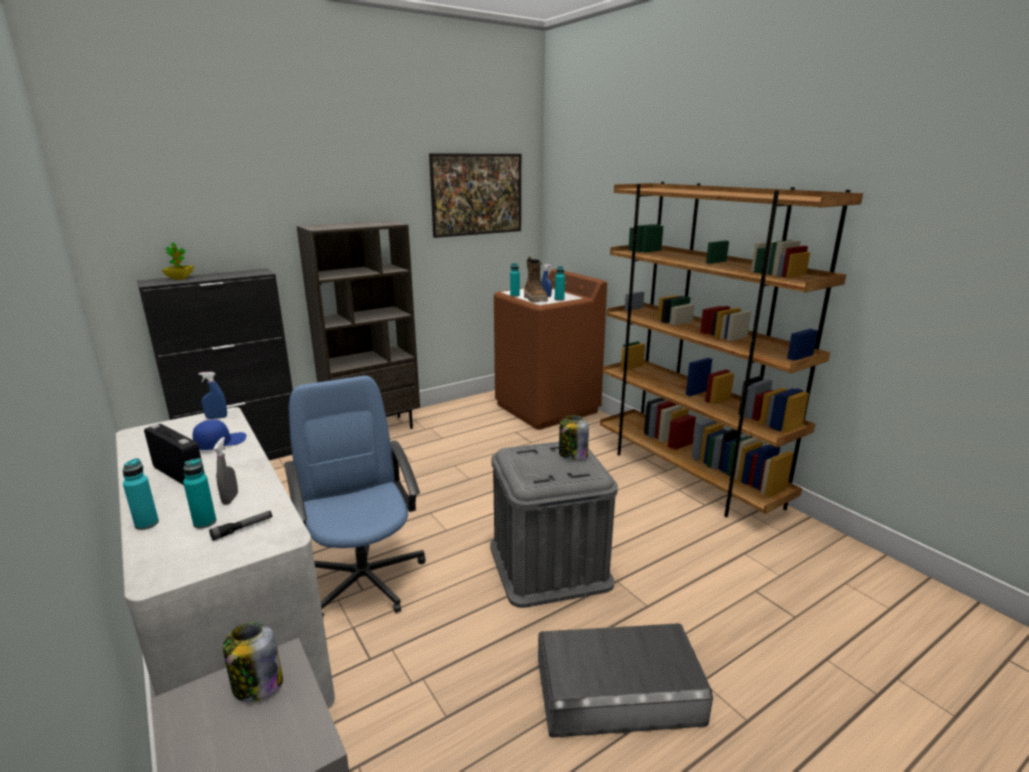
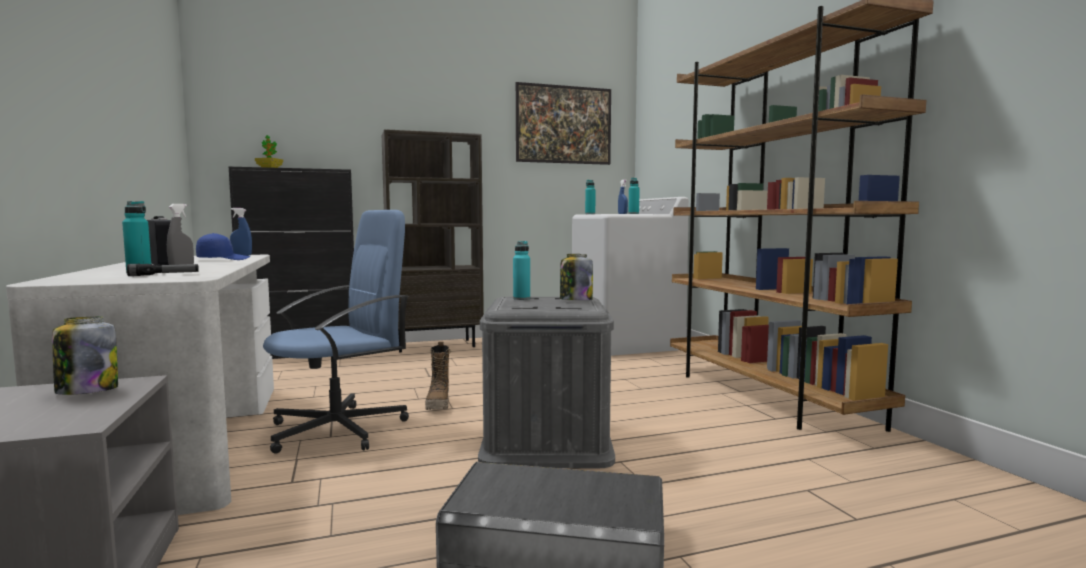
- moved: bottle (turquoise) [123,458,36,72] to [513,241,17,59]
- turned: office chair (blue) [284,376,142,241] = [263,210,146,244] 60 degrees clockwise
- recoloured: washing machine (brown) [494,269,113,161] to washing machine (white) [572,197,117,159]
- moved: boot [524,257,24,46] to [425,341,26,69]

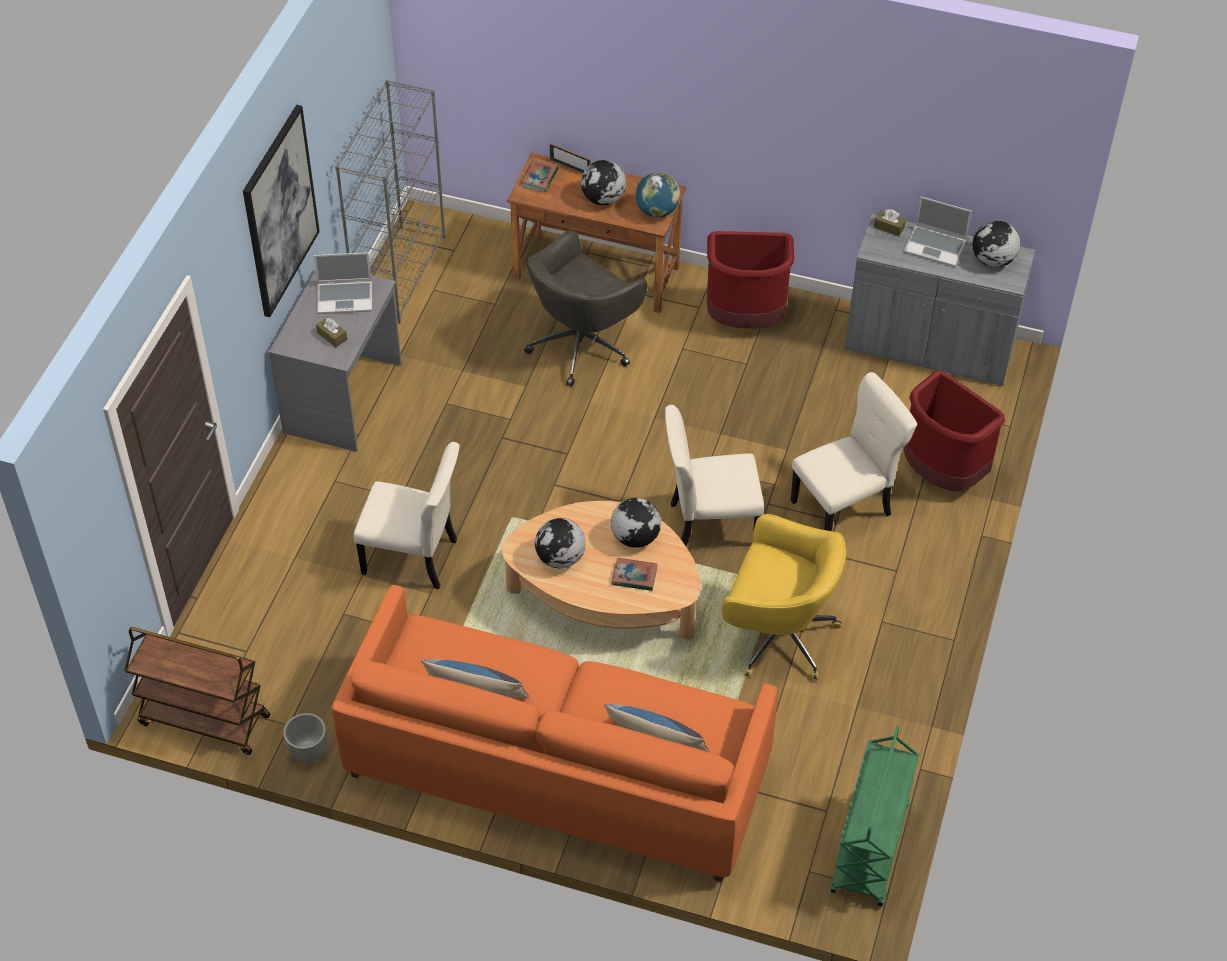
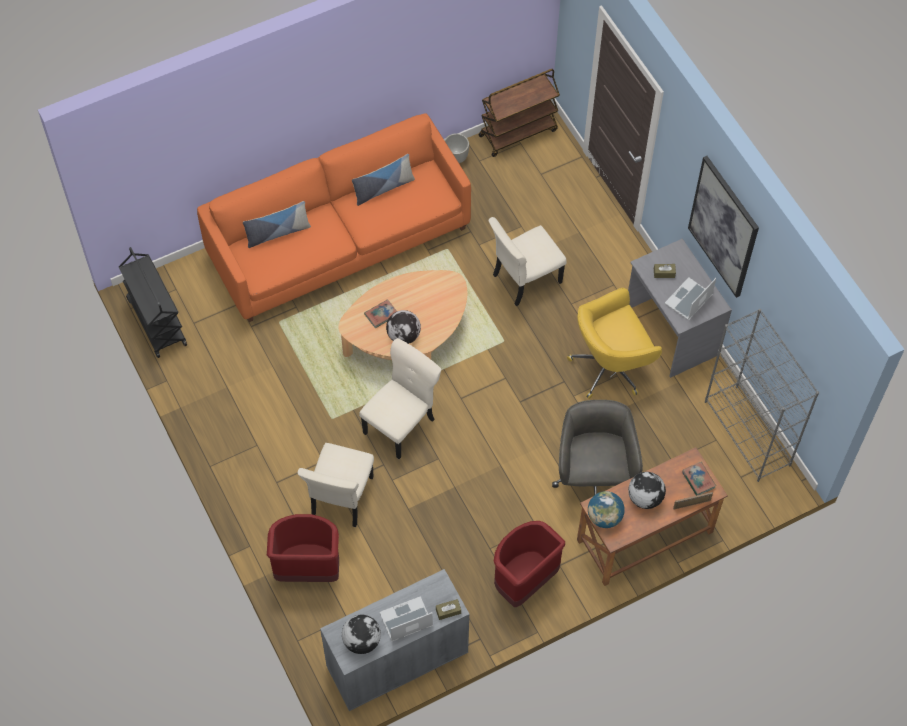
- removed: globe [535,518,51,50]
- moved: office chair (yellow) [722,514,124,166] to [567,288,95,111]
- recoloured: cart (green) [830,726,89,180] to cart (black) [119,247,68,111]

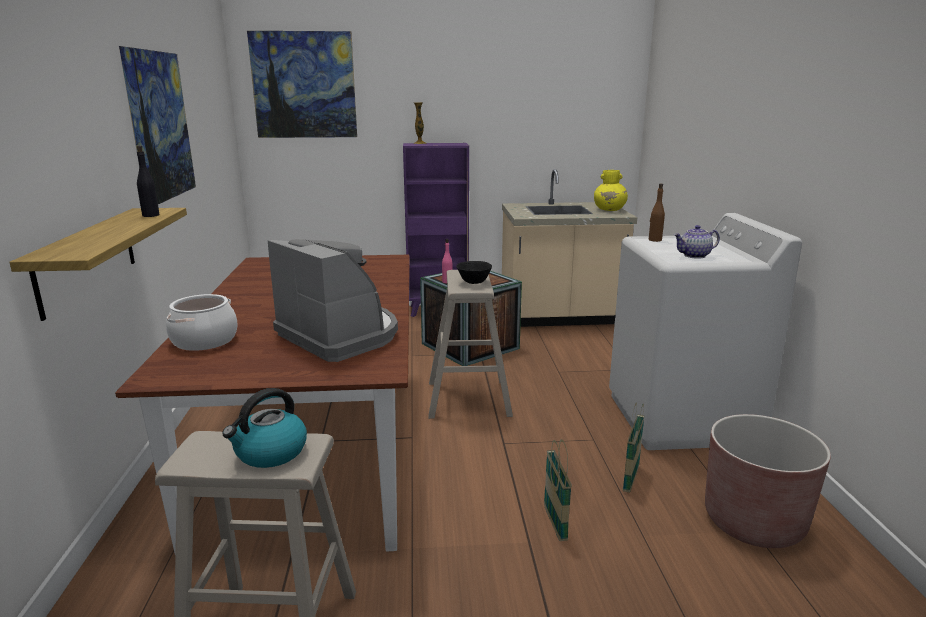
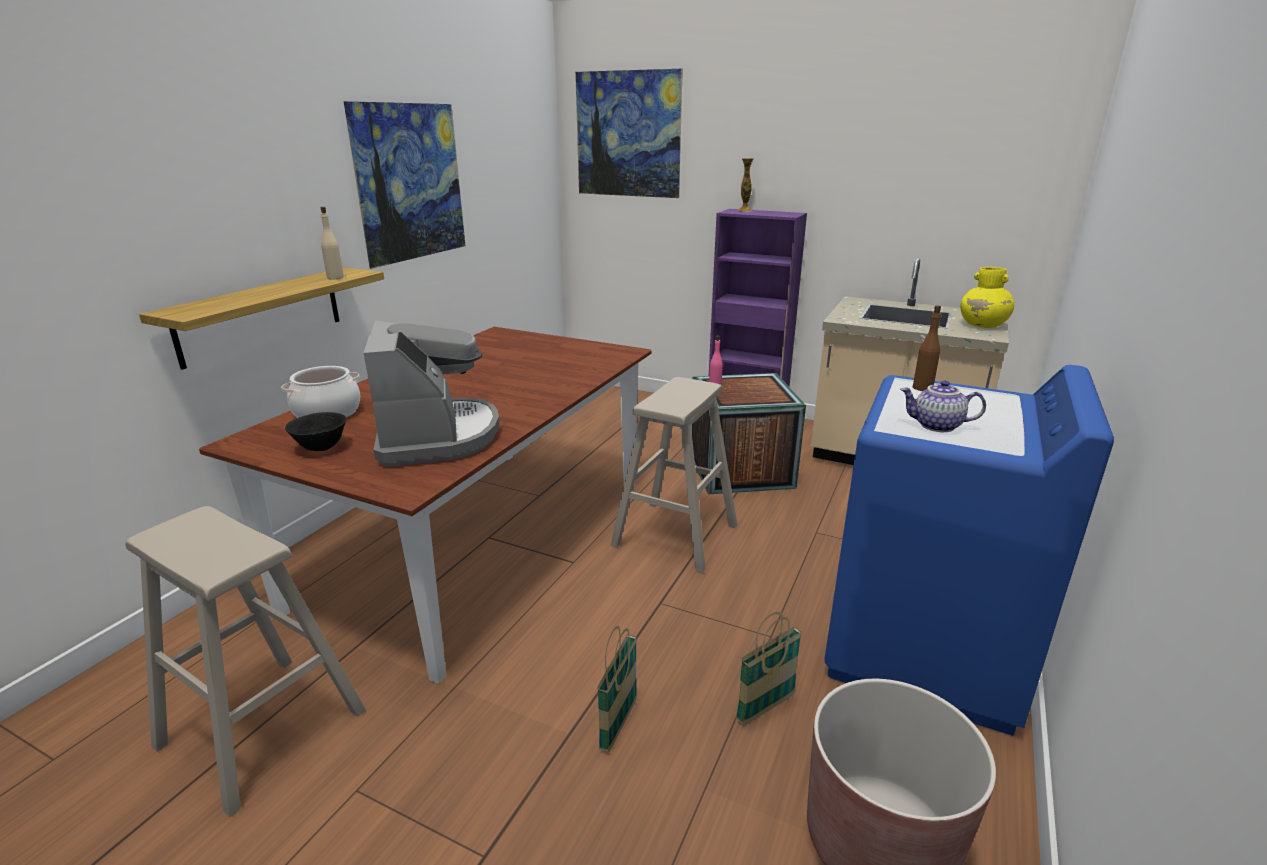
- recoloured: bottle (black) [137,145,23,72] to bottle (beige) [321,207,23,72]
- removed: kettle [222,388,85,80]
- moved: bowl (black) [456,261,36,23] to [285,412,61,39]
- recoloured: washing machine (white) [609,213,193,237] to washing machine (blue) [824,365,290,371]

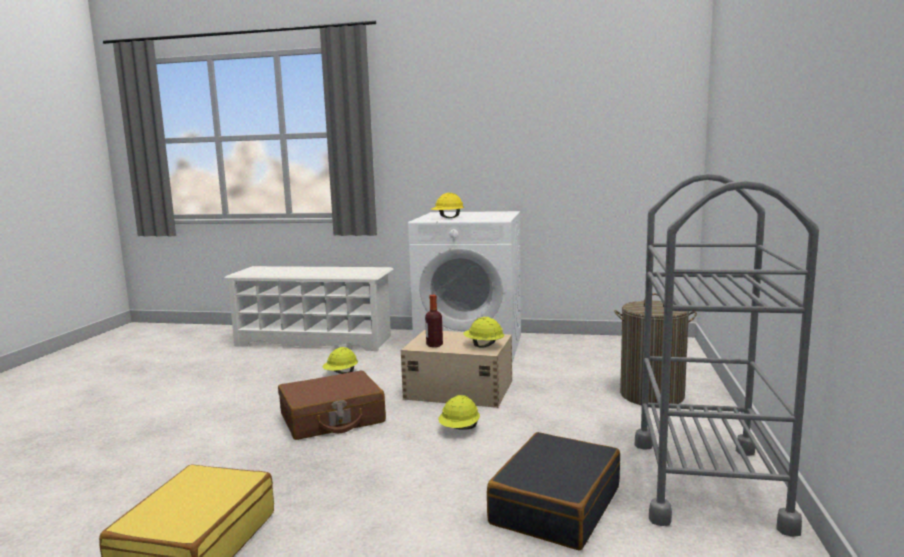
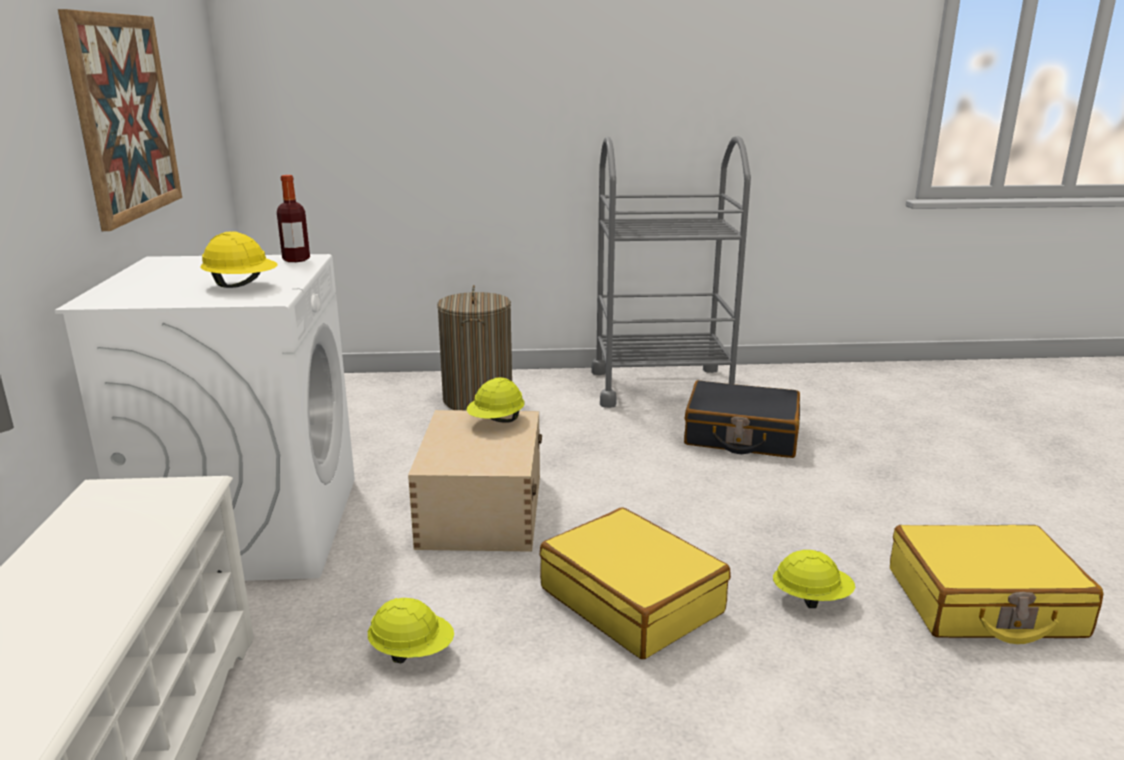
- recoloured: suitcase (brown) [278,371,108,69] to suitcase (yellow) [540,507,191,152]
- moved: bottle [425,295,18,52] to [277,175,33,87]
- moved: hard hat (yellow) [439,395,41,35] to [773,550,82,58]
- added: picture [58,9,124,222]

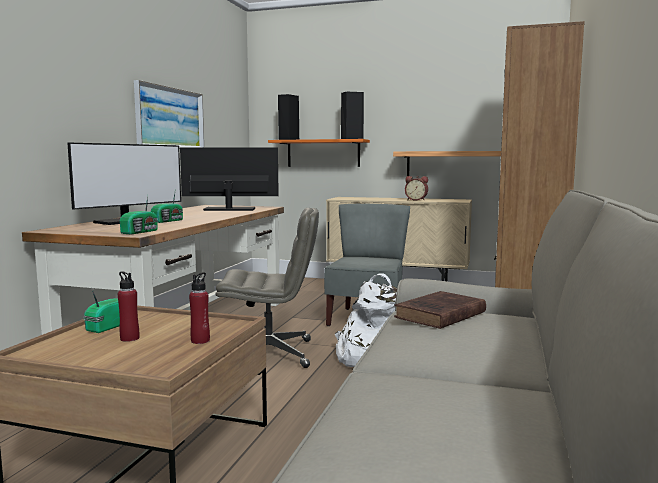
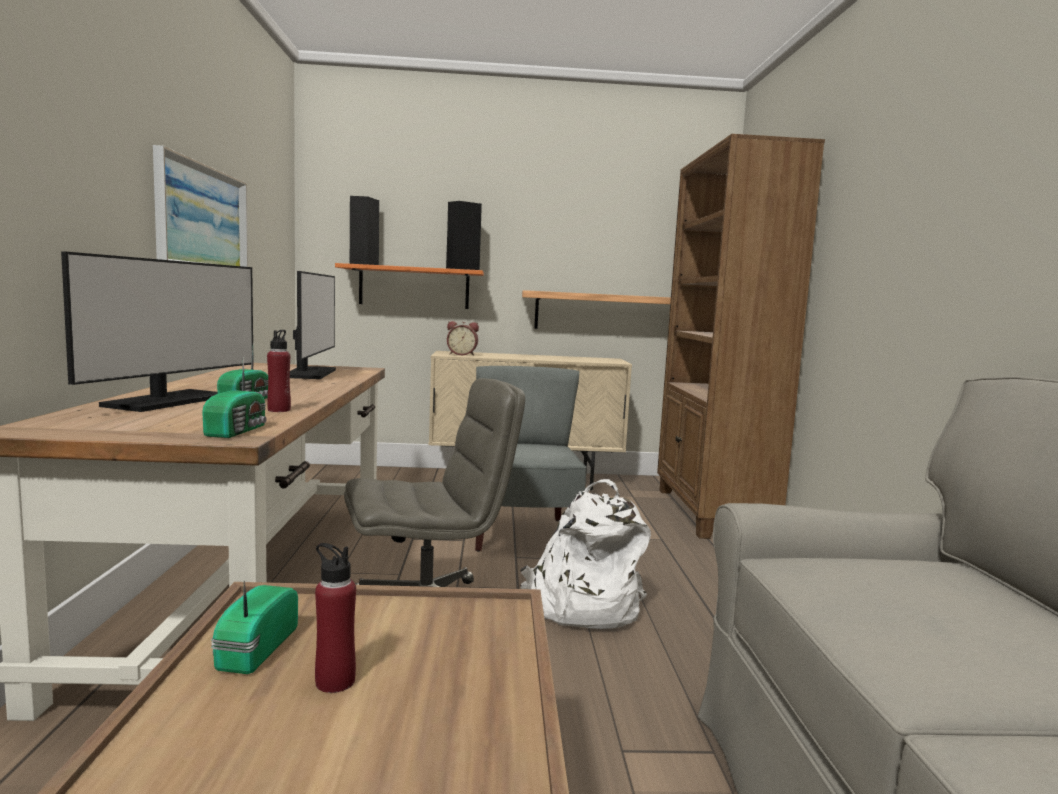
- turned: monitor [180,148,99,63] = [290,271,46,108] 105 degrees clockwise
- moved: bottle (red) [189,272,21,72] to [267,330,24,82]
- removed: book (brown) [394,291,92,38]
- moved: alarm clock [405,176,23,25] to [447,321,32,35]

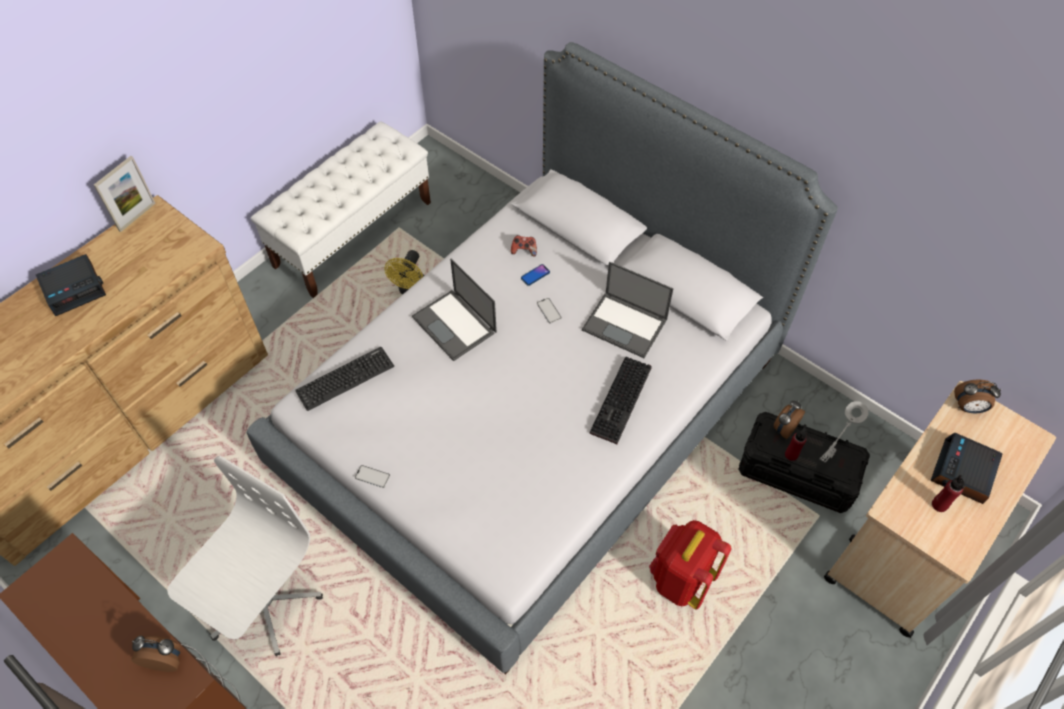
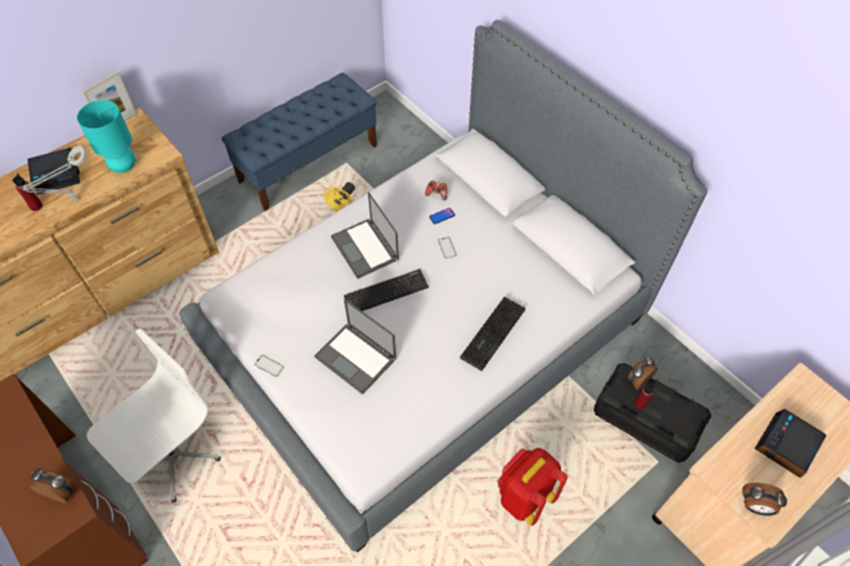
- recoloured: bench (white) [251,121,180,177] to bench (blue) [221,73,156,138]
- moved: keyboard [295,347,99,64] to [344,269,85,42]
- moved: laptop [582,261,91,97] to [314,299,82,96]
- moved: table lamp (grey) [819,401,49,62] to [23,146,63,56]
- moved: bottle (red) [932,475,33,37] to [12,173,31,38]
- moved: alarm clock [954,380,48,33] to [742,483,46,33]
- added: table lamp (turquoise) [77,100,58,73]

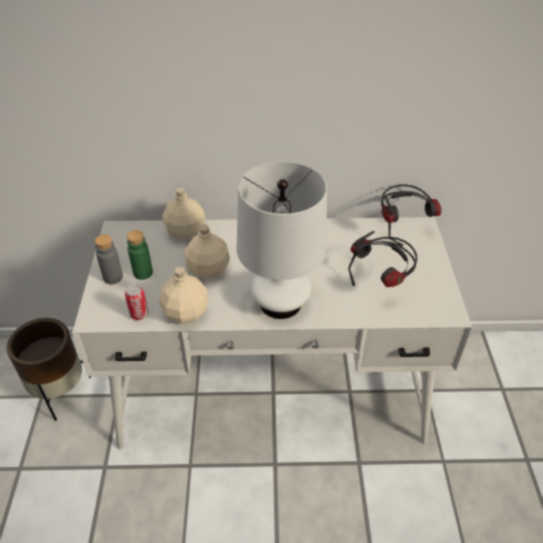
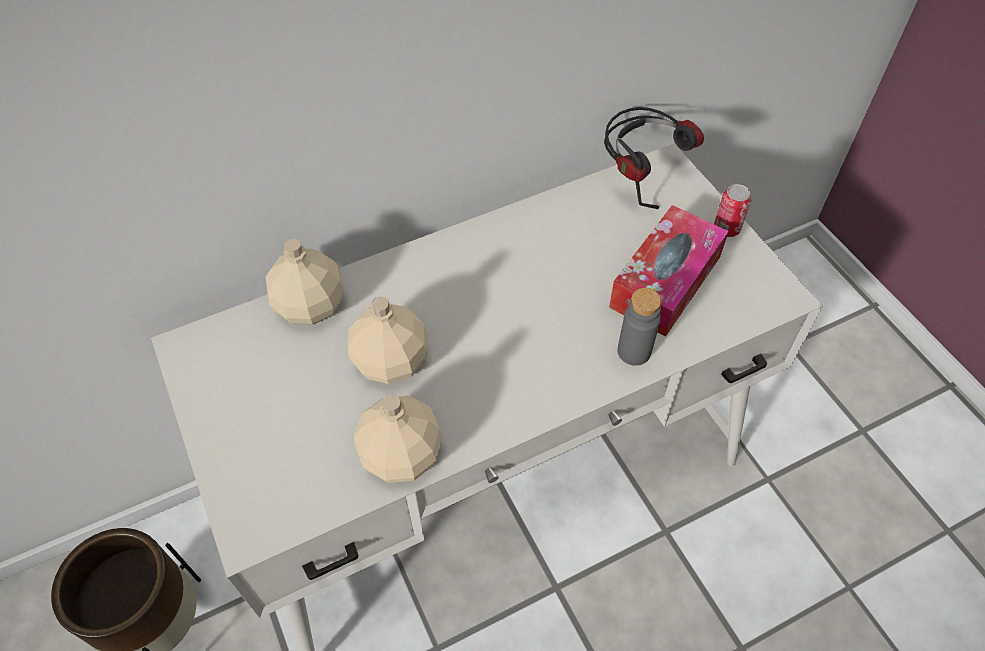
- moved: bottle (grey) [95,234,28,50] to [617,288,45,78]
- moved: can [125,284,23,36] to [714,184,38,53]
- removed: bottle (green) [127,230,26,50]
- removed: table lamp (white) [237,162,90,157]
- replaced: headphones [348,231,69,56] to tissue box [609,205,120,132]

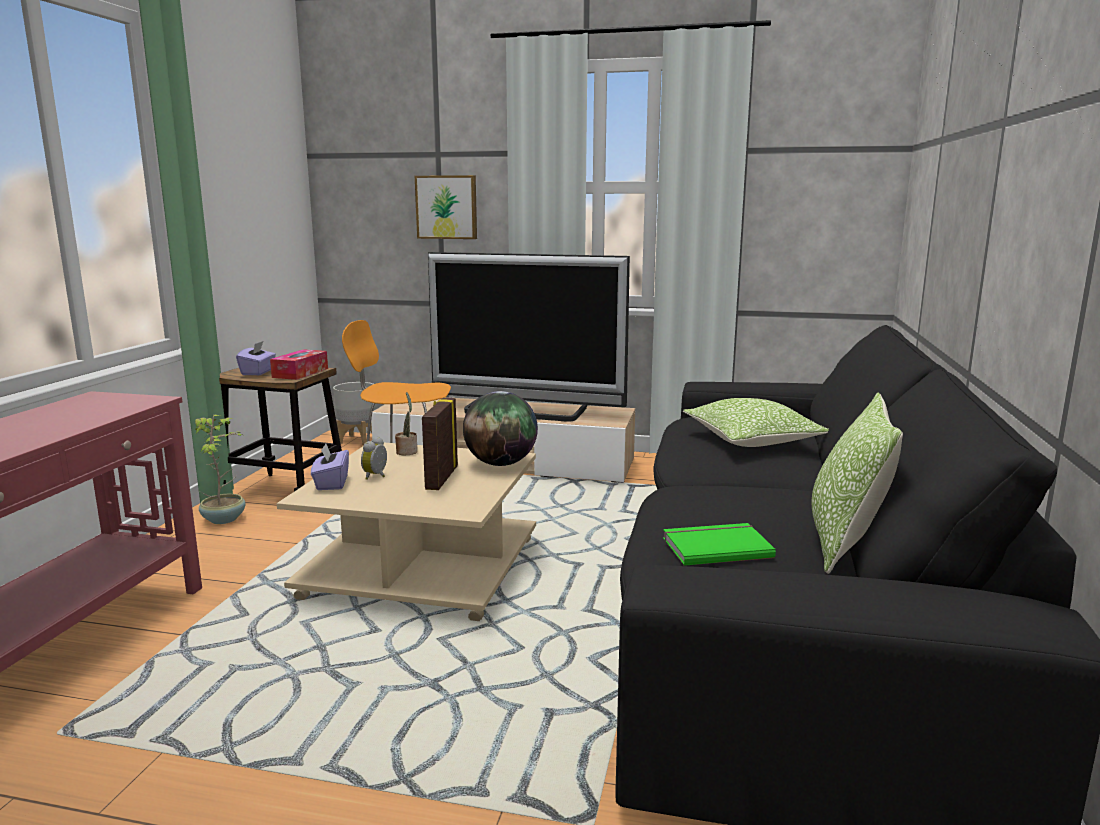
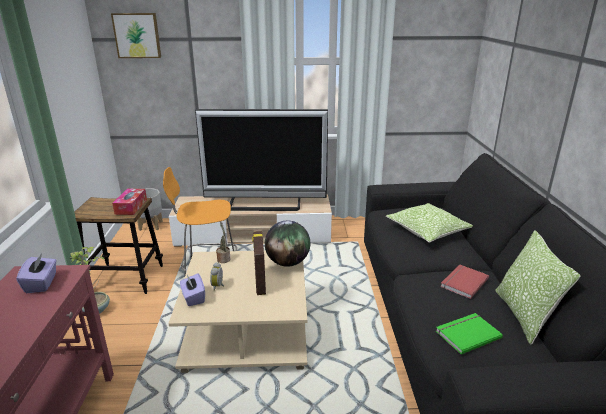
- moved: tissue box (purple) [236,341,40,34] to [16,254,41,39]
- moved: picture [415,175,62,64] to [111,13,50,45]
- added: book (red) [440,265,49,34]

